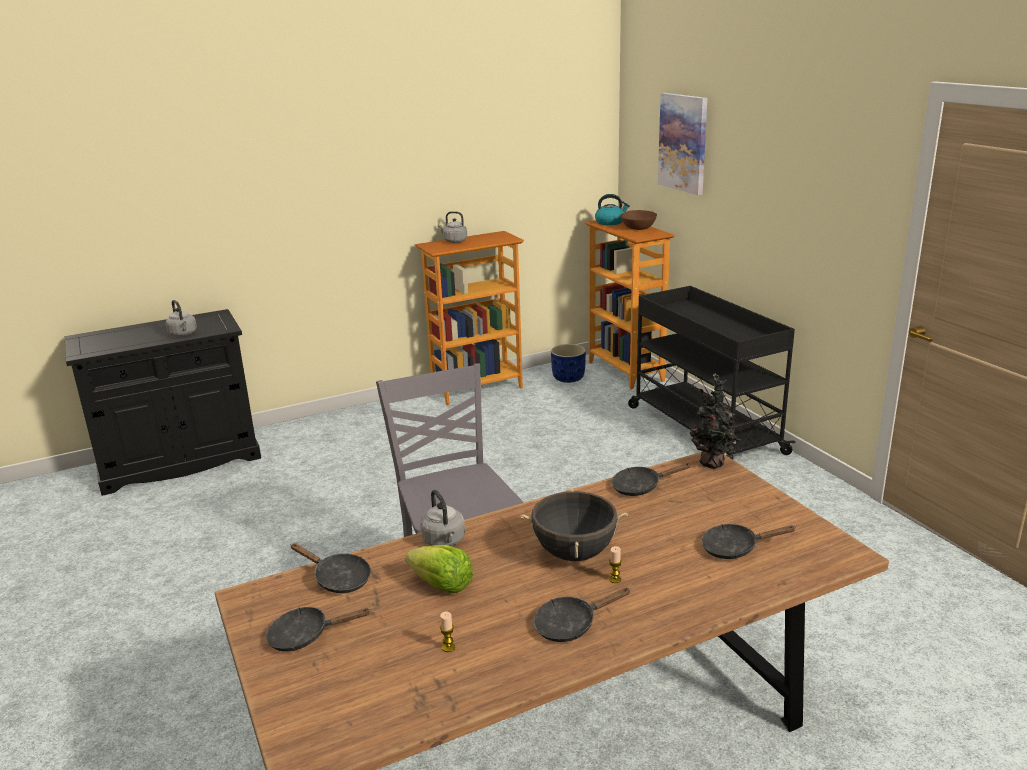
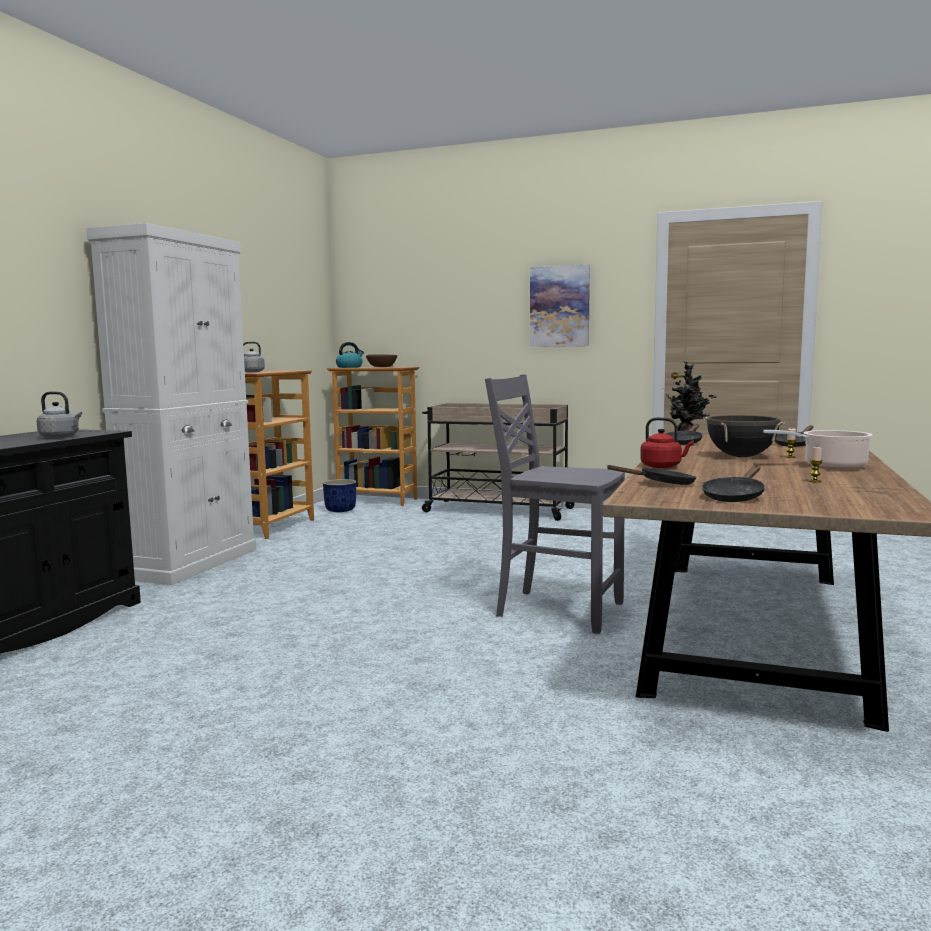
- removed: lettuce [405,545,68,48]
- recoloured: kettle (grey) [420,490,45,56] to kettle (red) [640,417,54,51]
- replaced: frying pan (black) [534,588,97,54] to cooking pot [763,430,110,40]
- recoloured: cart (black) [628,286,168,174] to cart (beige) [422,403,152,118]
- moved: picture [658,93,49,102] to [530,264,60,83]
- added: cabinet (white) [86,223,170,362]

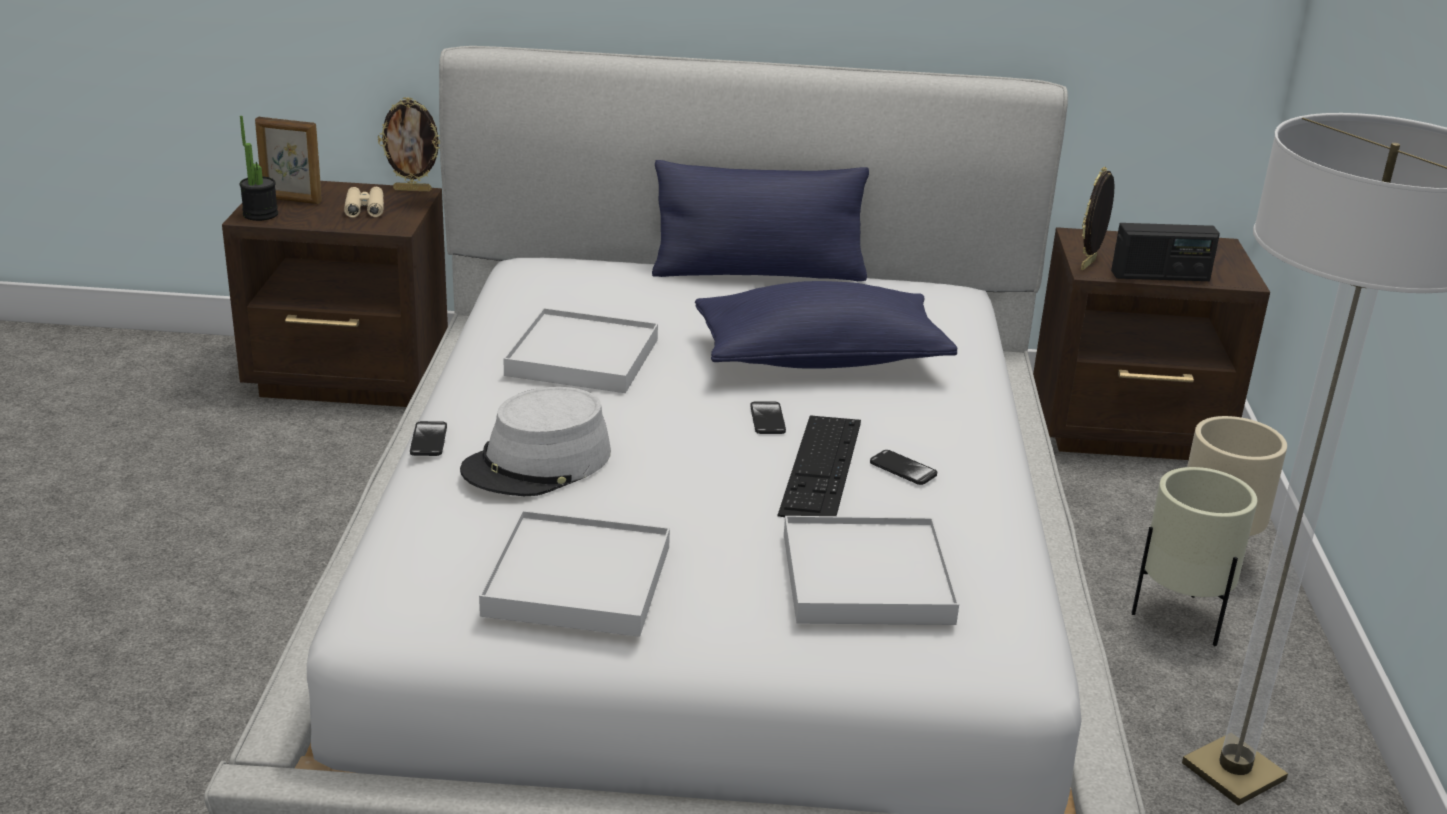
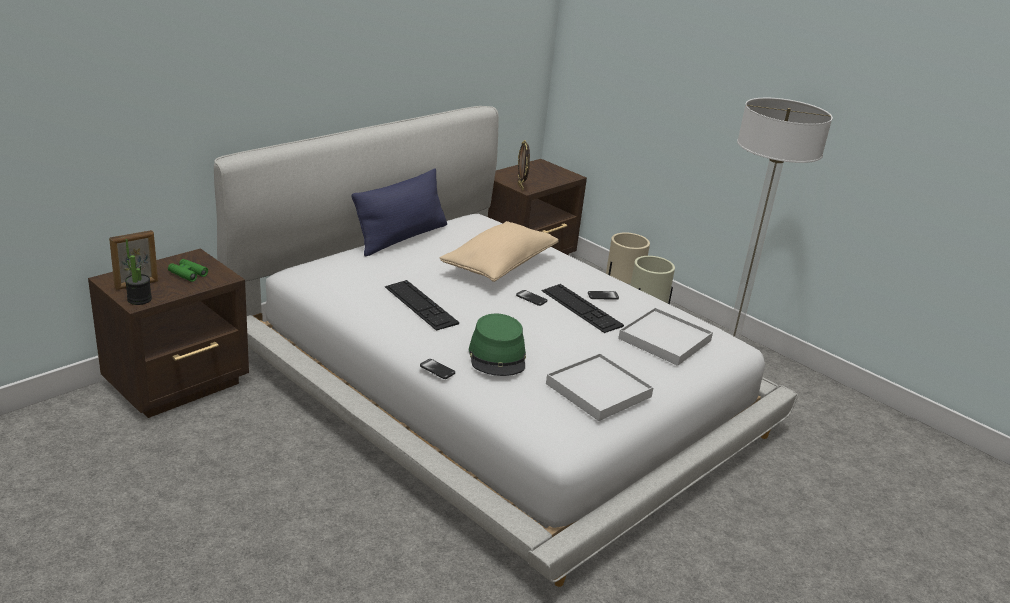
- recoloured: binoculars (beige) [344,187,40,31] to binoculars (green) [168,259,40,23]
- removed: picture frame [378,97,62,95]
- recoloured: hat (grey) [460,387,151,109] to hat (green) [469,314,57,62]
- replaced: tray (white) [503,308,155,85] to keyboard [385,280,74,51]
- recoloured: pillow (blue) [695,281,262,88] to pillow (beige) [440,221,119,61]
- removed: radio [1111,223,109,58]

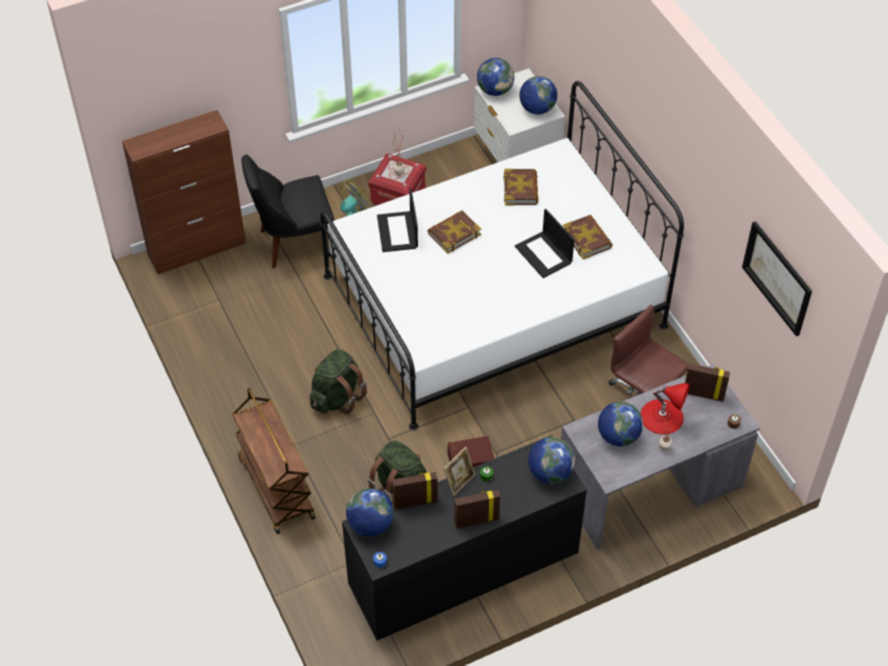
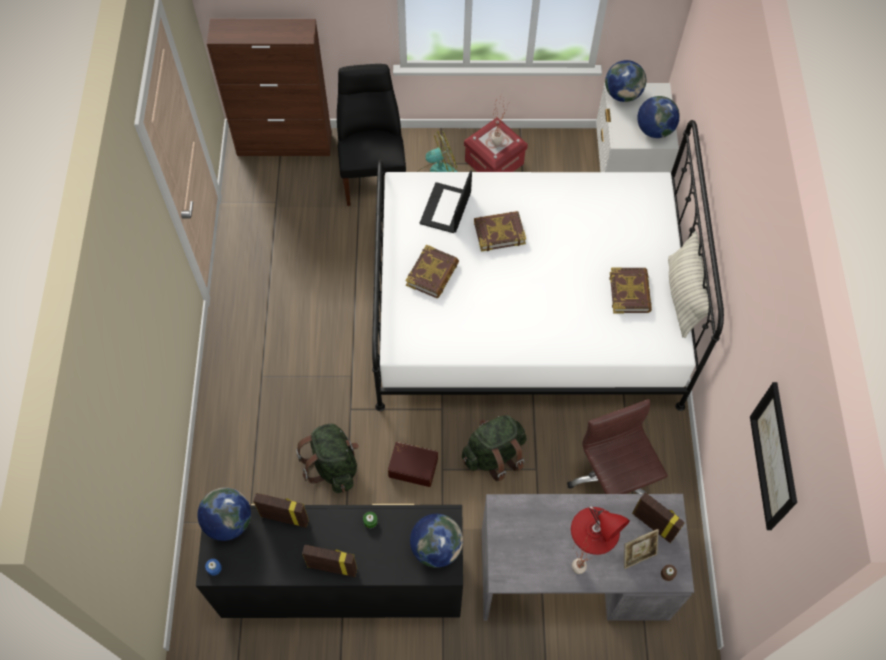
- removed: cart (brown) [232,388,83,146]
- turned: chair (black) [242,154,92,114] = [337,64,69,142] 75 degrees clockwise
- moved: backpack (green) [310,349,57,65] to [462,415,65,66]
- moved: picture frame [444,447,31,49] to [624,529,35,40]
- moved: book [503,169,35,36] to [406,245,53,53]
- removed: laptop [515,209,59,69]
- removed: globe [598,402,45,45]
- added: pillow [668,231,43,107]

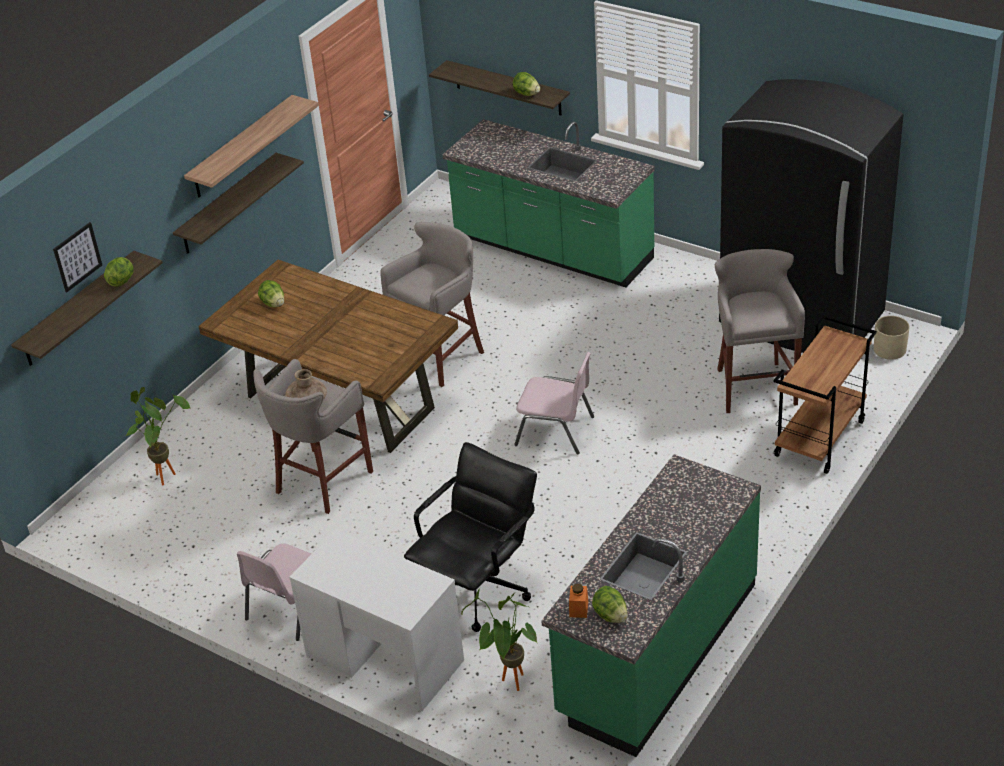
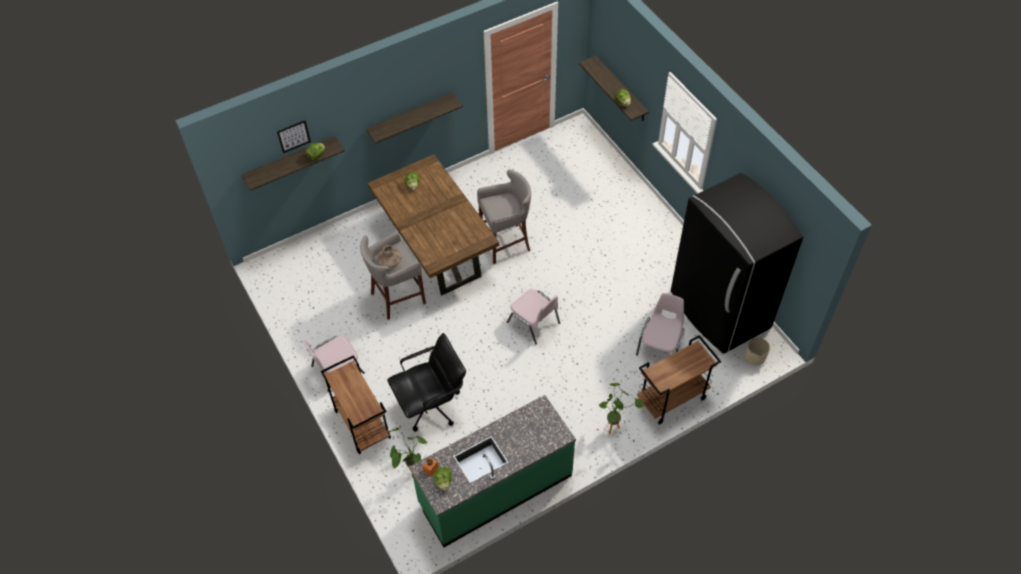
- moved: potted plant [126,387,64,98] to [599,383,44,51]
- removed: shelf [184,95,135,102]
- replaced: desk (white) [289,529,175,182] to cart (brown) [321,355,70,99]
- removed: counter (green) [443,119,212,168]
- replaced: stool (grey) [715,249,90,164] to chair (pink) [636,293,49,63]

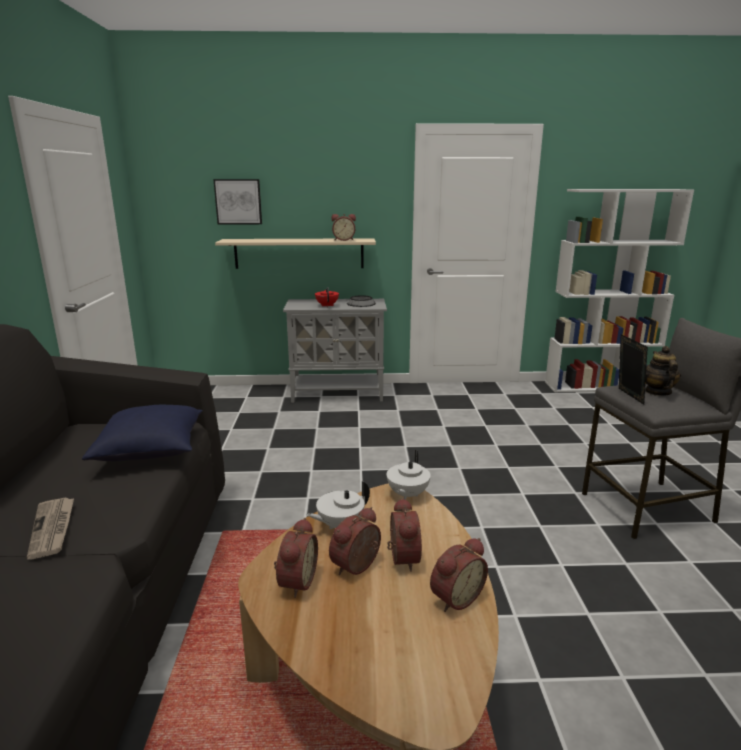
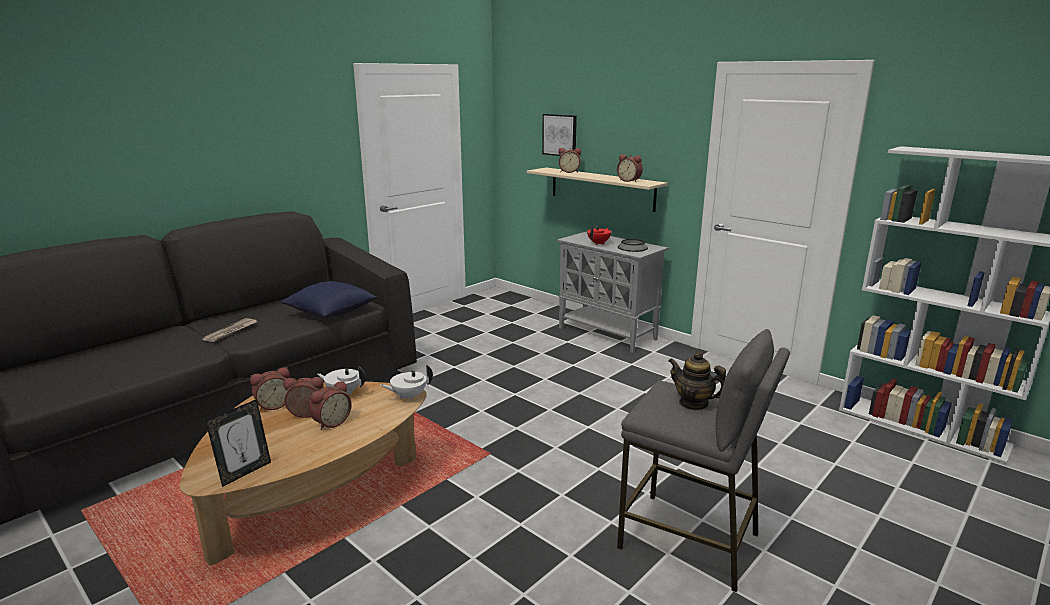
- moved: alarm clock [430,538,58,74] to [558,148,23,25]
- moved: picture frame [619,334,29,70] to [205,399,66,88]
- turned: teapot [645,346,36,50] = [669,352,57,59] 105 degrees counterclockwise

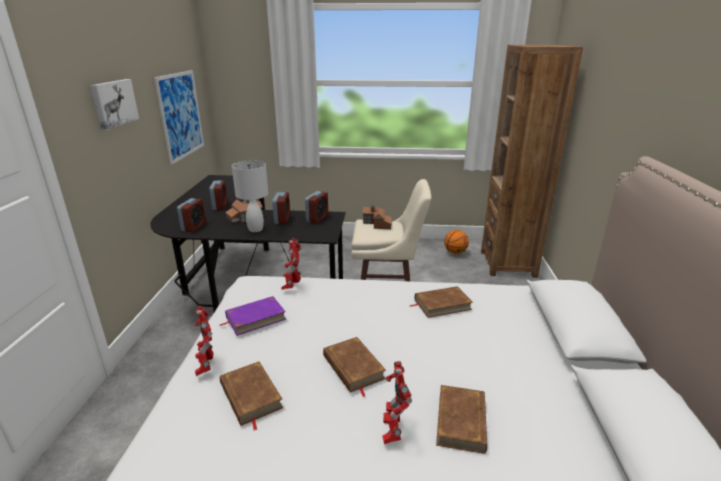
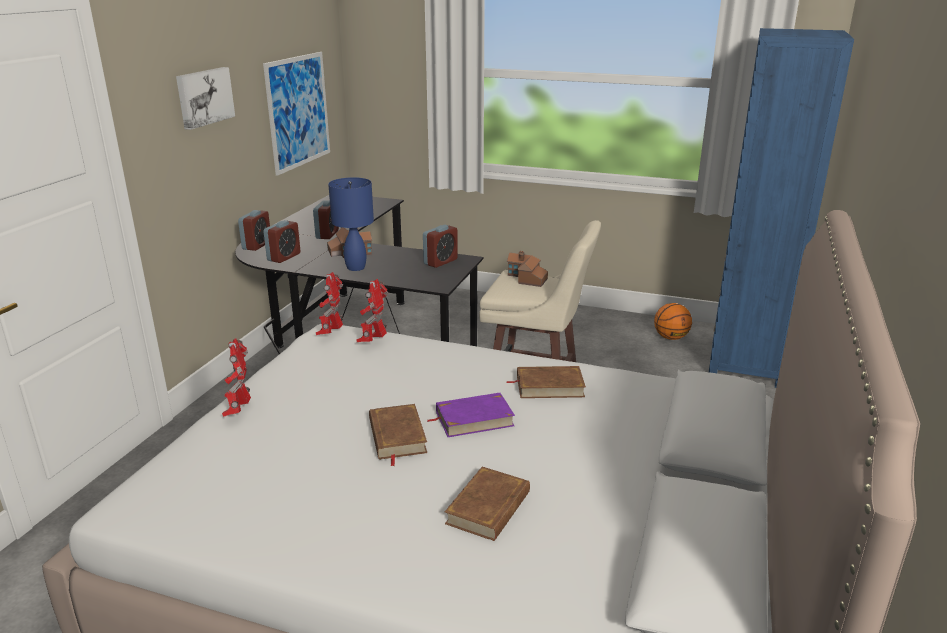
- moved: book (purple) [219,296,67,40] to [427,393,88,44]
- removed: book (brown) [220,362,63,68]
- recoloured: table lamp (white) [232,160,36,72] to table lamp (blue) [328,177,46,94]
- moved: alarm clock [272,192,18,32] to [238,210,32,41]
- moved: toy robot [382,361,30,84] to [316,272,27,63]
- recoloured: bookcase (brown) [481,45,102,233] to bookcase (blue) [709,28,145,360]

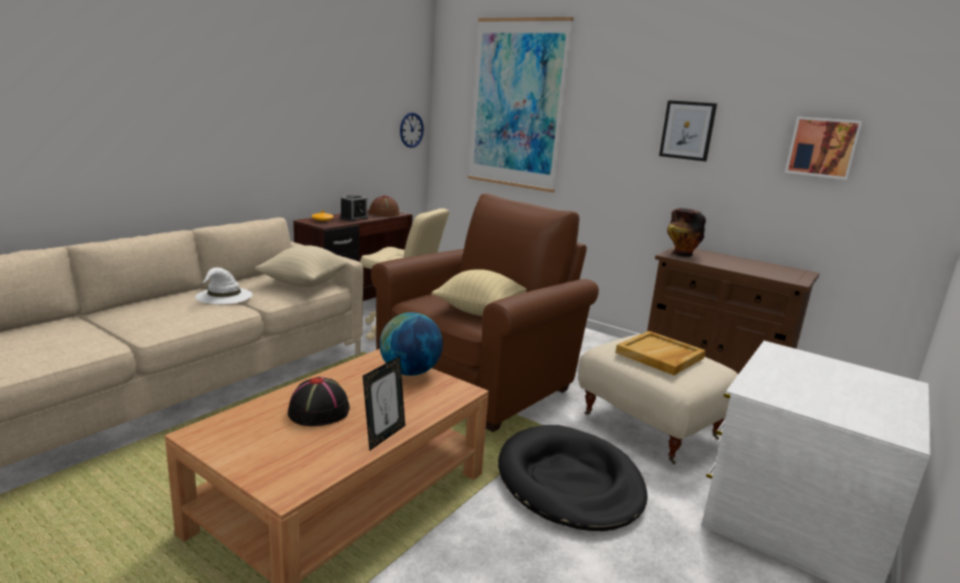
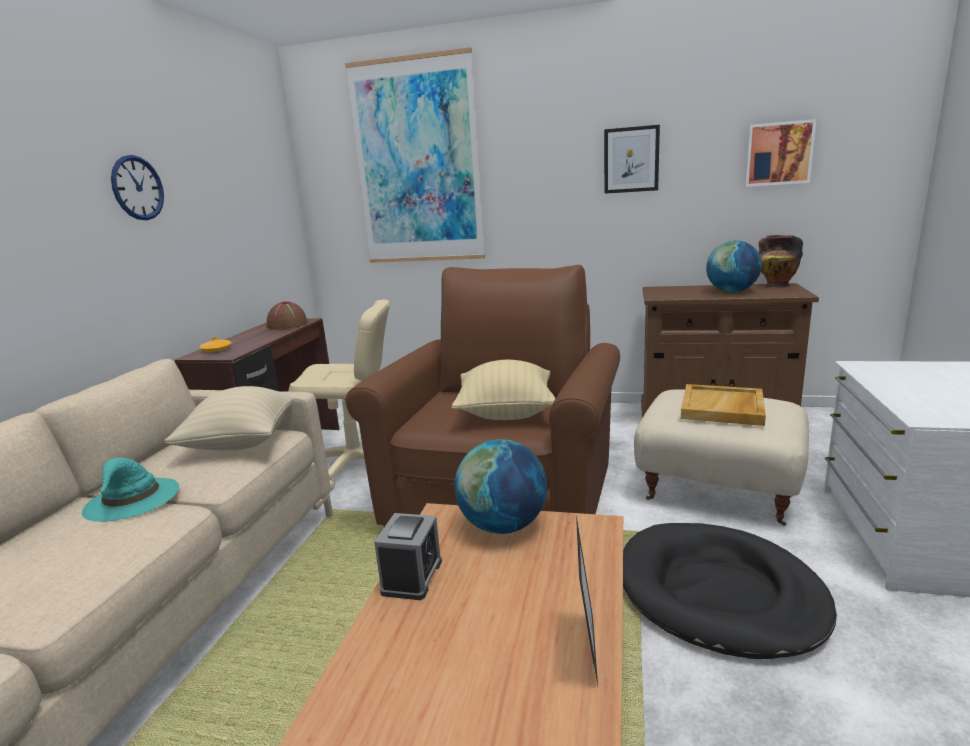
- recoloured: hat (white) [195,268,58,36] to hat (turquoise) [82,457,97,65]
- removed: hat (black) [288,377,62,49]
- moved: alarm clock [340,194,28,28] to [374,513,68,87]
- moved: wall clock [400,112,24,36] to [111,155,53,65]
- moved: vase [667,208,39,49] to [759,235,44,53]
- added: globe [706,240,56,52]

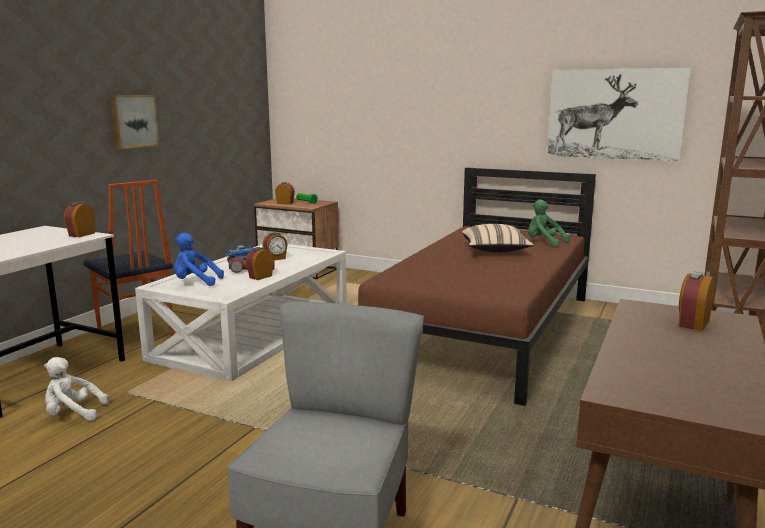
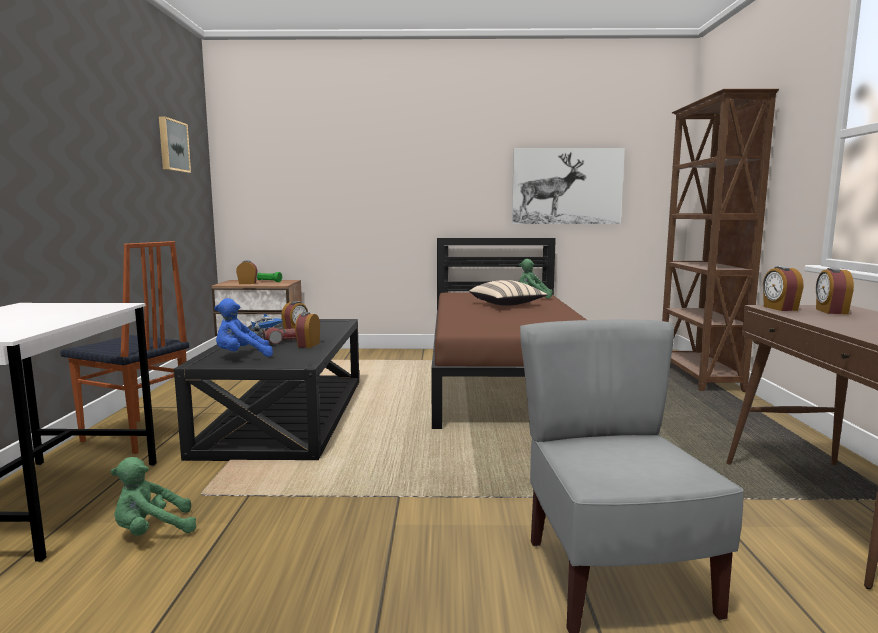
- recoloured: plush toy (white) [44,357,65,64] to plush toy (green) [111,457,85,79]
- moved: alarm clock [64,202,31,35] to [763,266,40,45]
- moved: picture [110,95,49,54] to [159,116,32,57]
- recoloured: coffee table (white) [135,244,212,137] to coffee table (black) [174,319,185,142]

